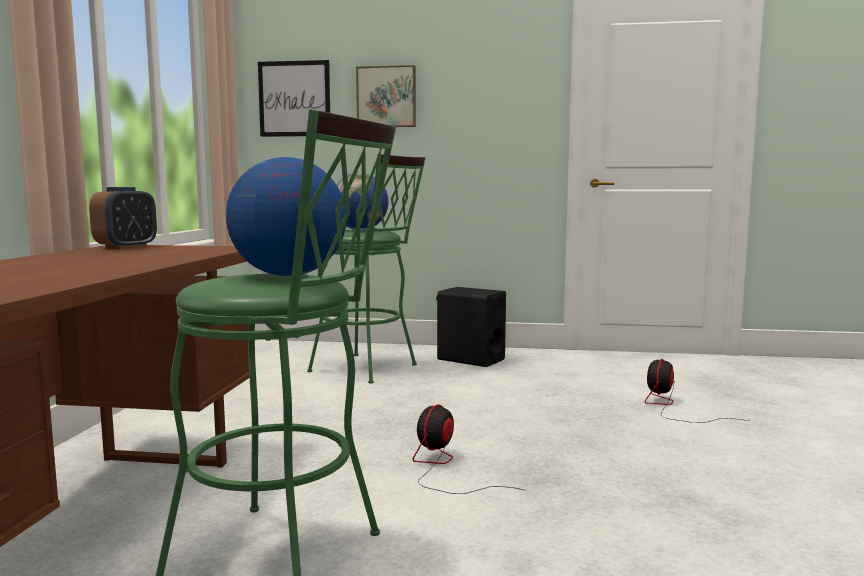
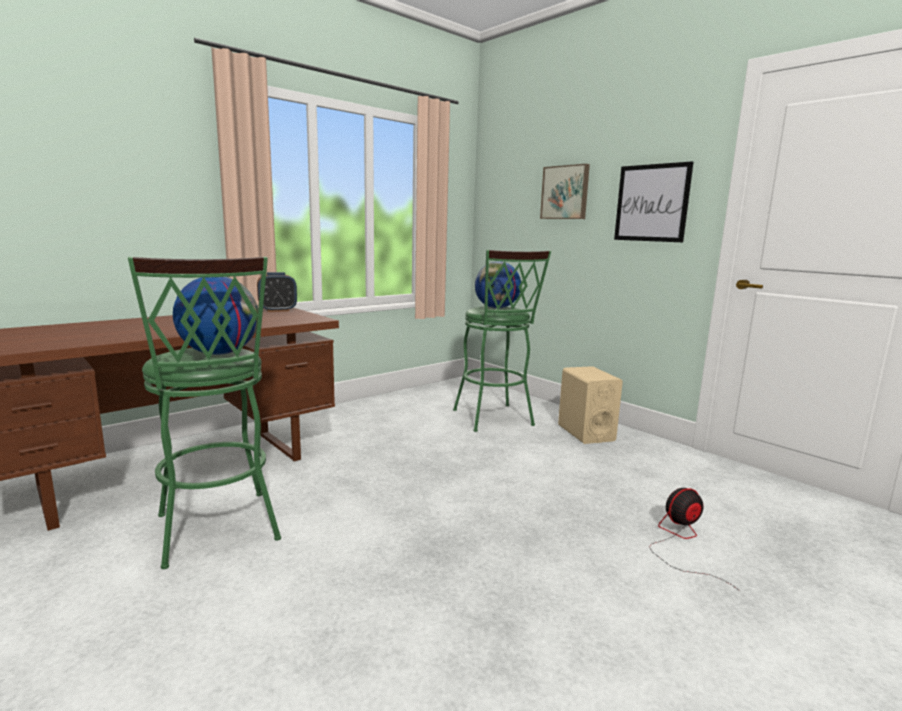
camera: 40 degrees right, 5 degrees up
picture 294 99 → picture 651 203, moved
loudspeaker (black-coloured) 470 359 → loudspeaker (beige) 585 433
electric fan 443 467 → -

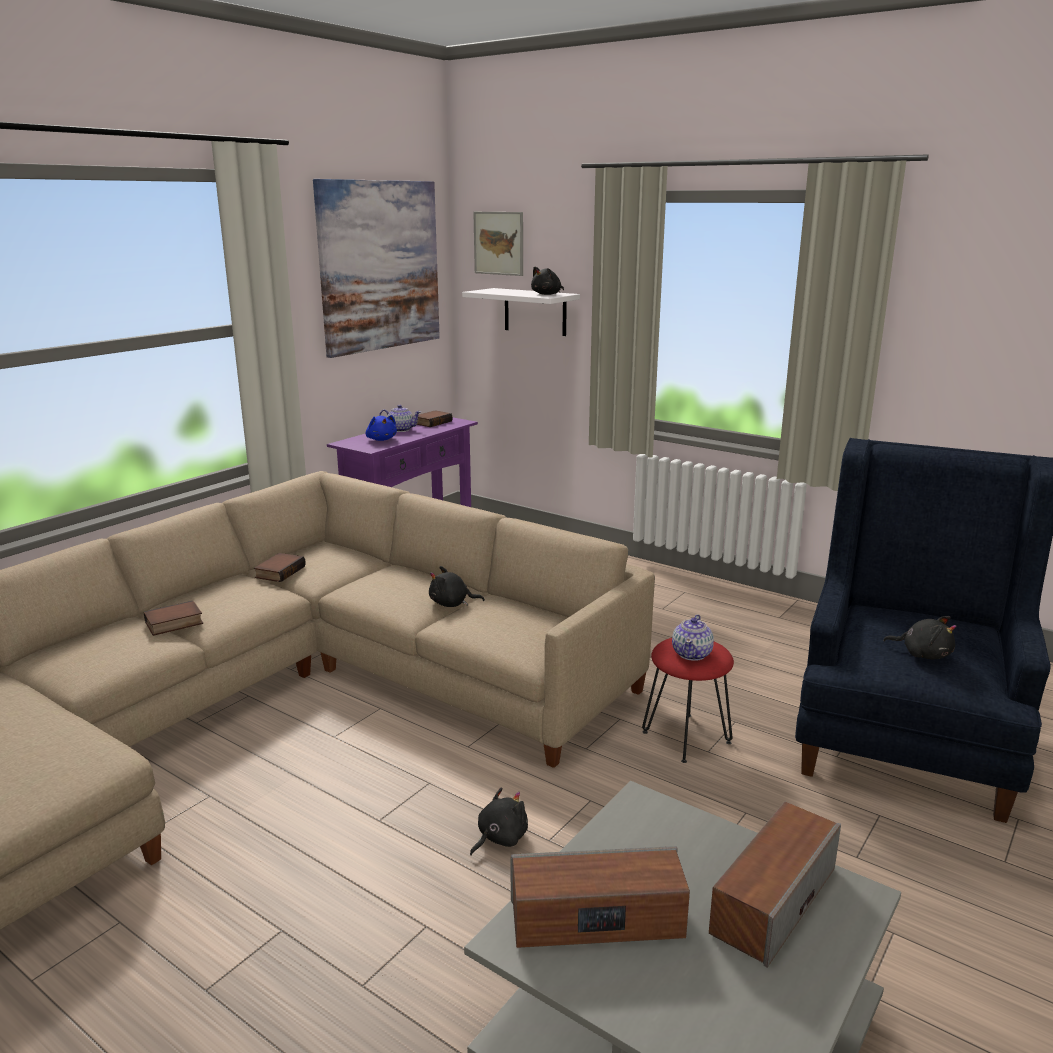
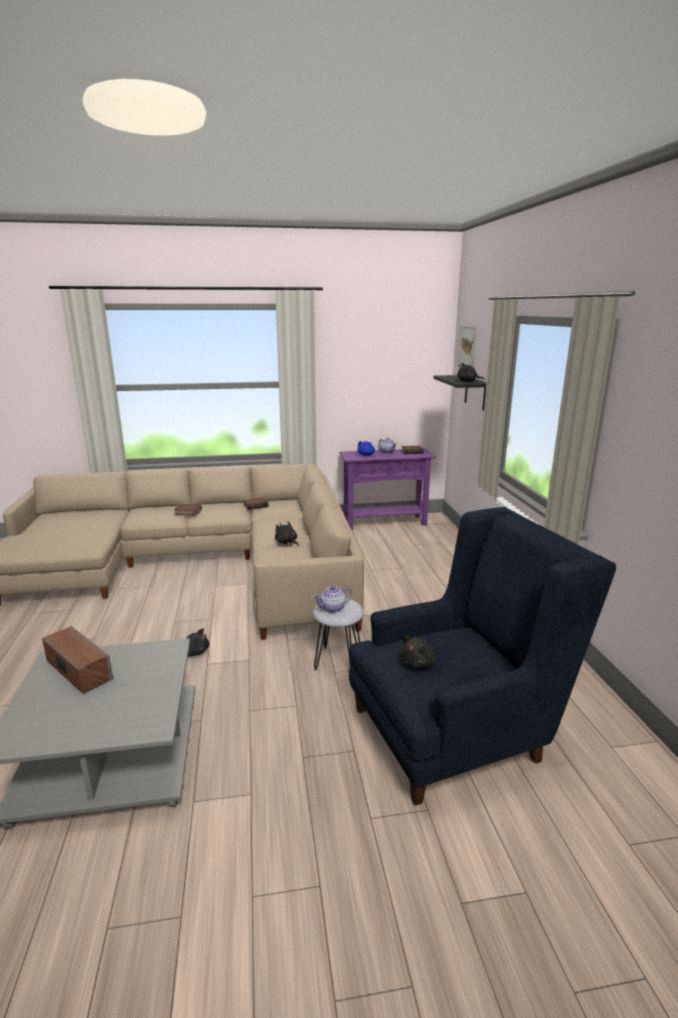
camera: 45 degrees right, 0 degrees up
picture 380 266 → -
wall shelf (white-coloured) 535 312 → wall shelf (black-coloured) 475 392
soft toy (black-coloured) 922 654 → soft toy (black-coloured) 419 663, 60 degrees clockwise
stool seat (red-coloured) 687 737 → stool seat (gray) 338 661
loudspeaker 773 900 → -

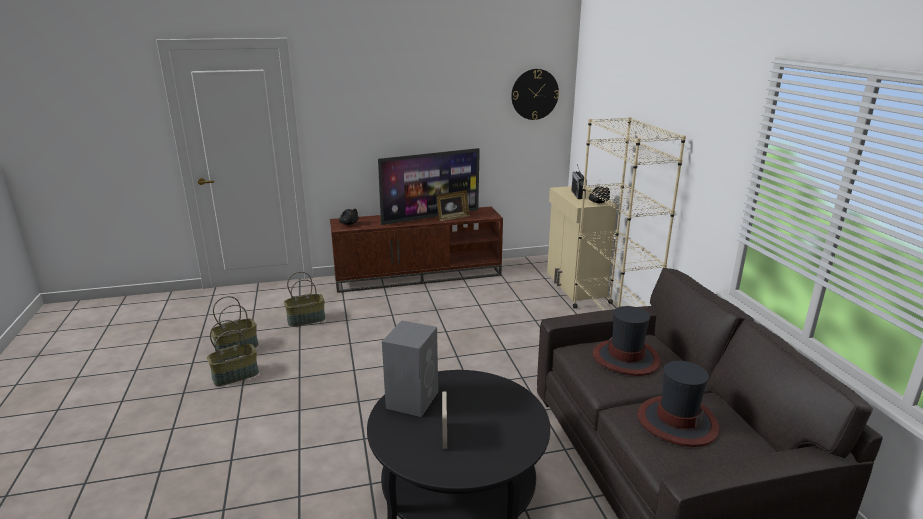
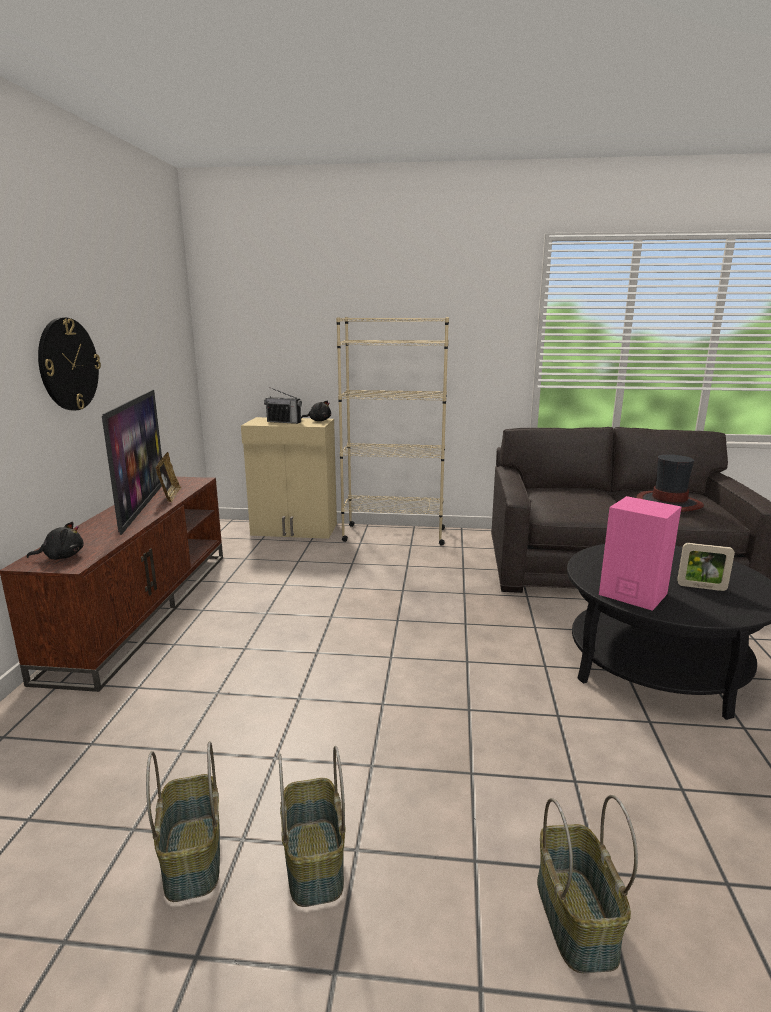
camera: 70 degrees left, 5 degrees down
wall clock 534 94 → wall clock 68 364, moved
basket 306 319 → basket 573 917, moved
wearable hat 626 358 → -
loudspeaker (gray) 413 399 → loudspeaker (pink-coloured) 631 593

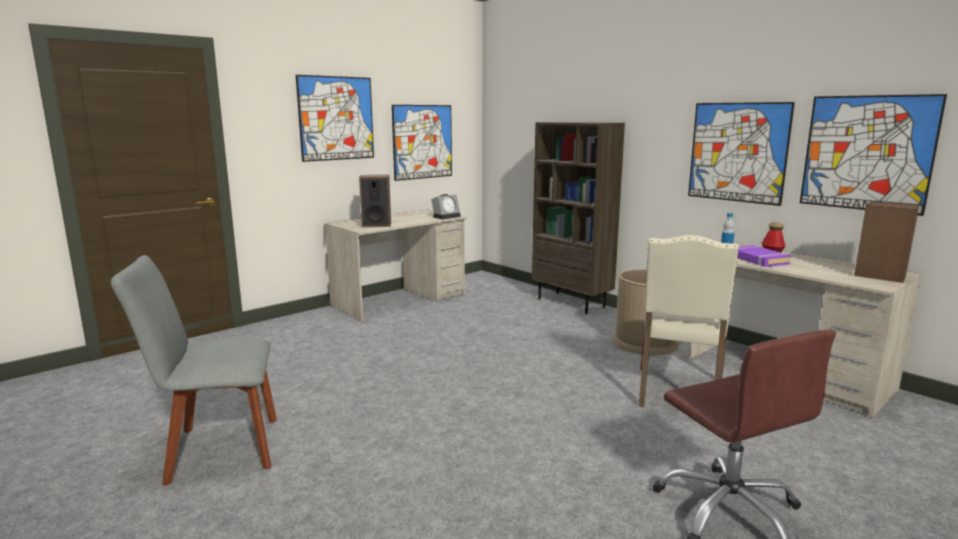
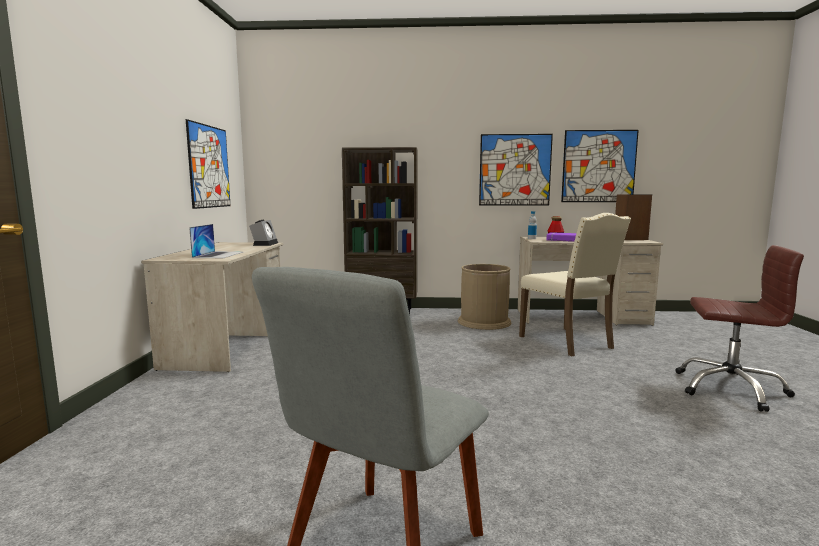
camera: 45 degrees left, 5 degrees down
picture 336 118 → -
loudspeaker 376 225 → laptop 218 255

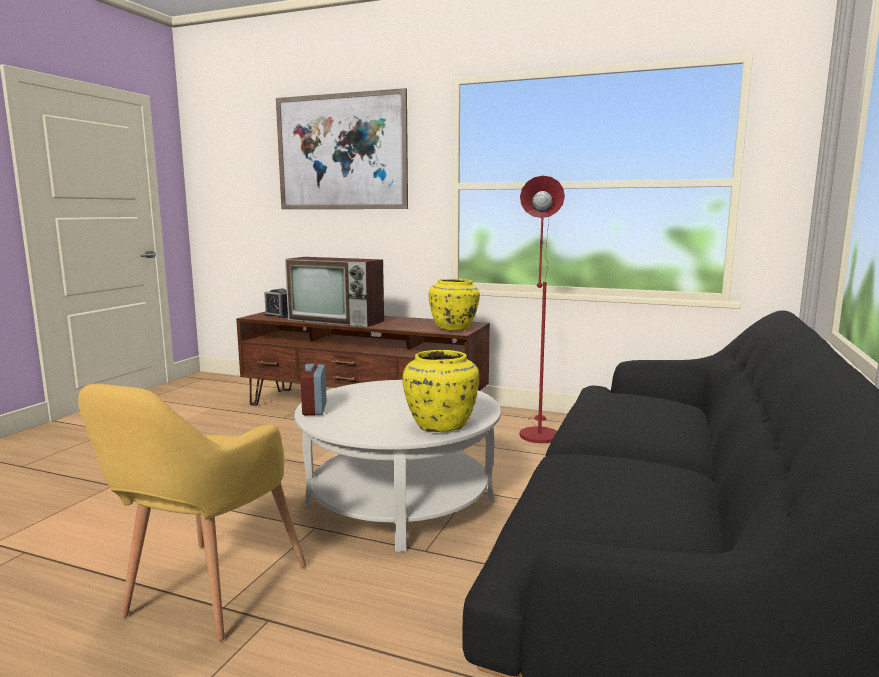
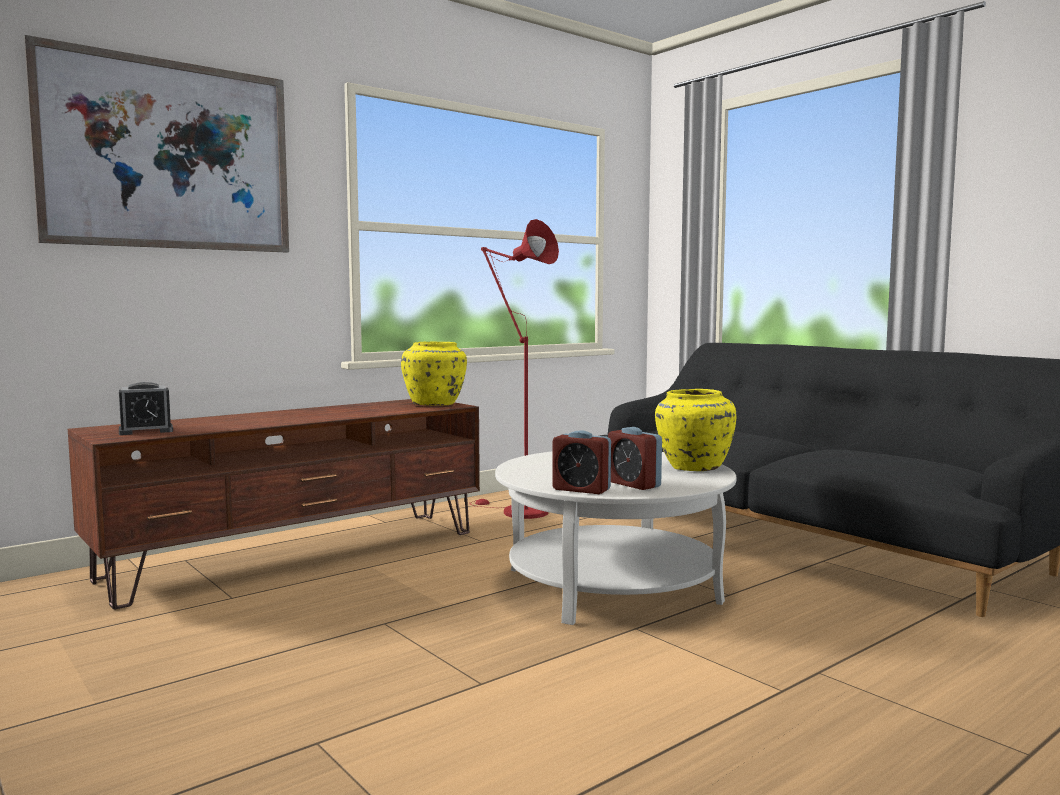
camera: 60 degrees left, 5 degrees down
TV set 337 320 → -
armchair (yellowish) 206 596 → -
- → table clock 633 484

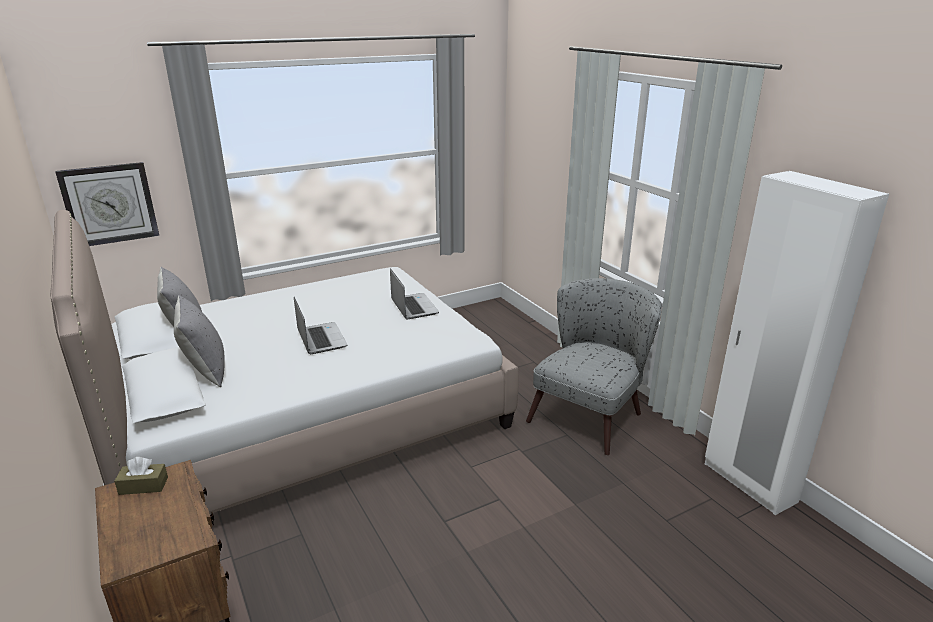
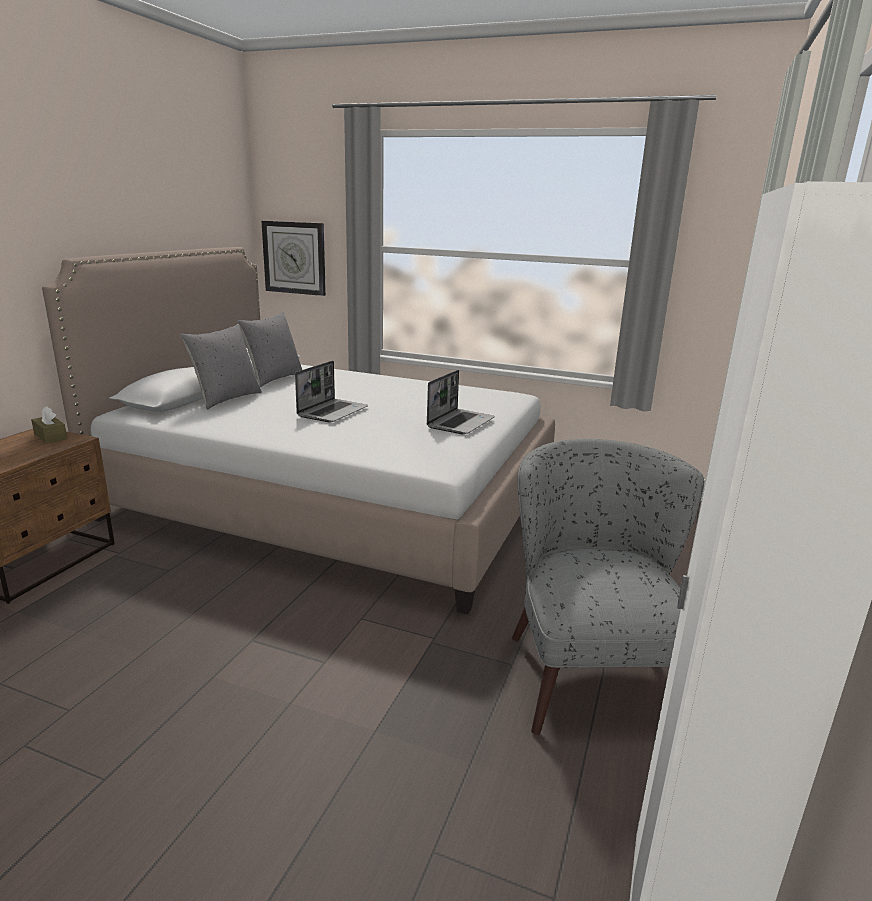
camera: 50 degrees right, 5 degrees down
armchair (gray) 591 413 → armchair (gray) 589 666, 90 degrees counterclockwise

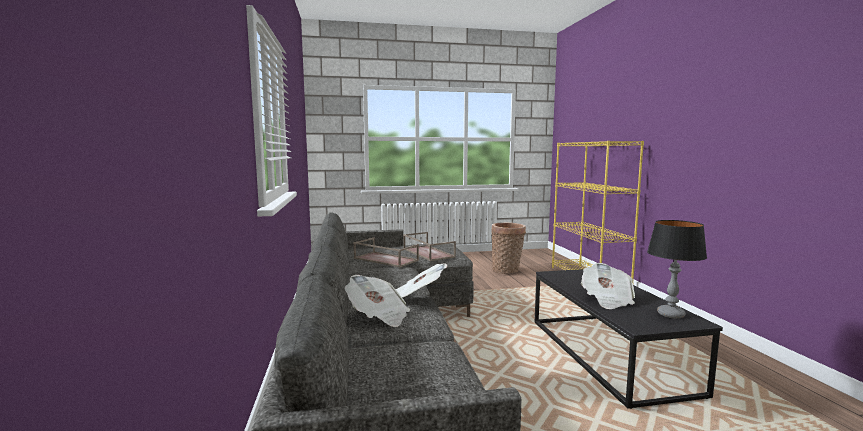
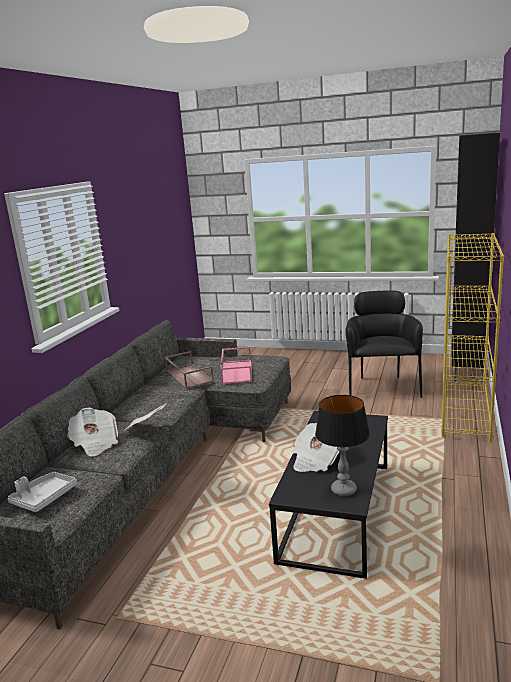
camera: 30 degrees right, 10 degrees up
basket 507 270 → armchair (black-coloured) 382 386
carrying tray (brownish) 427 253 → carrying tray (pink-coloured) 236 371
- → cupboard (black-coloured) 466 370
- → carrying tray (gray) 44 498

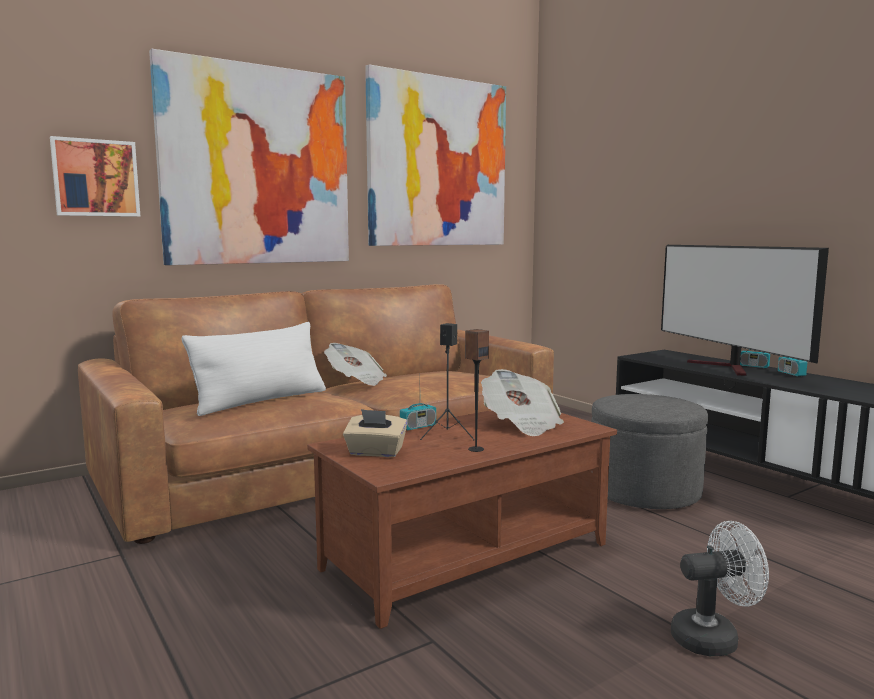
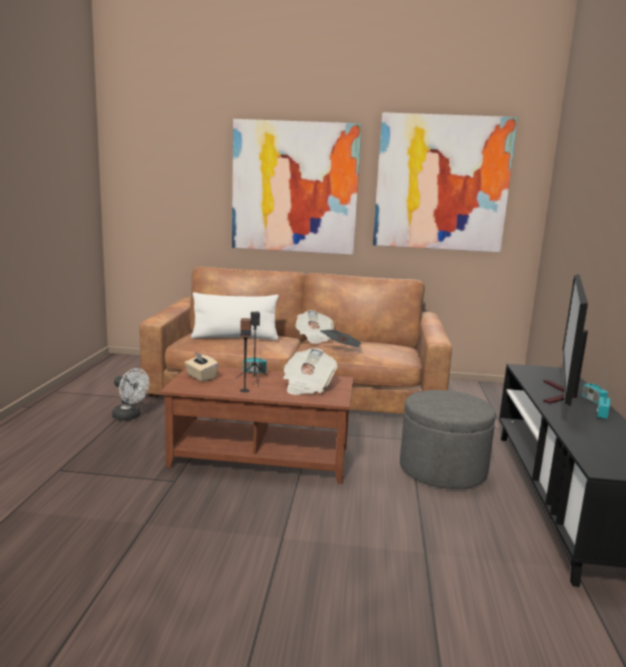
camera: 40 degrees right, 5 degrees up
picture 95 178 → -
electric fan (white-coloured) 713 638 → electric fan (white-coloured) 130 416, moved
- → printed paper 342 350

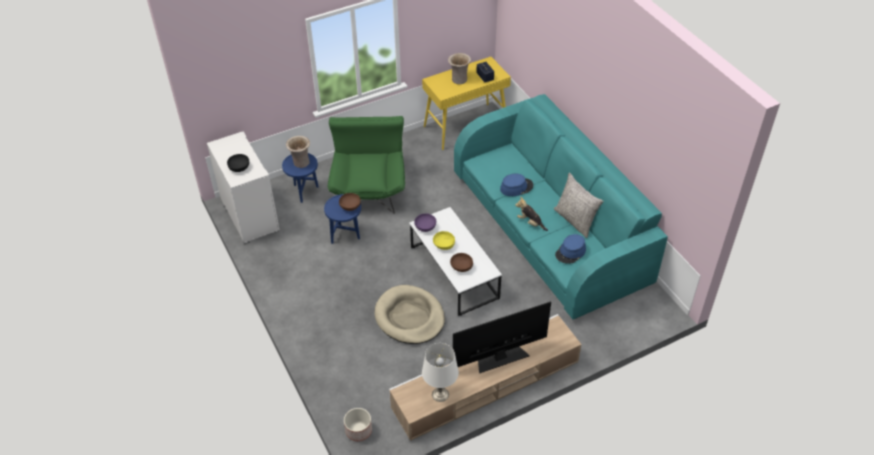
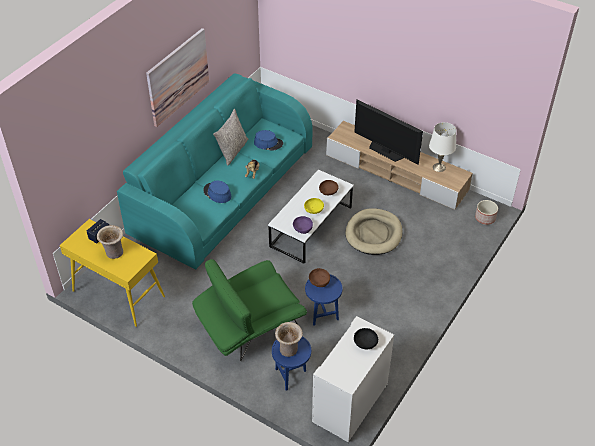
camera: 120 degrees left, 0 degrees up
- → picture 178 77

